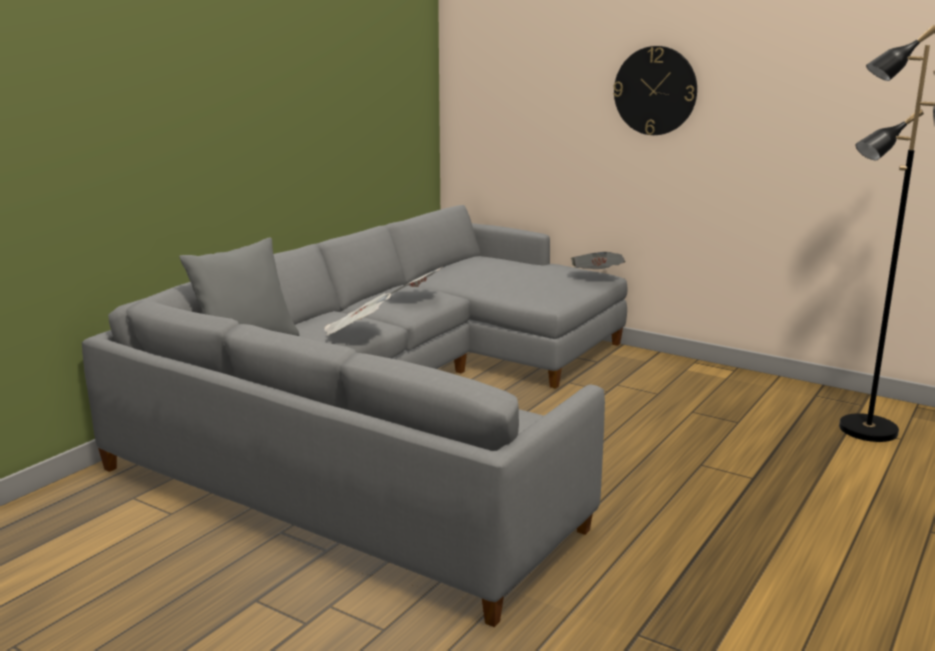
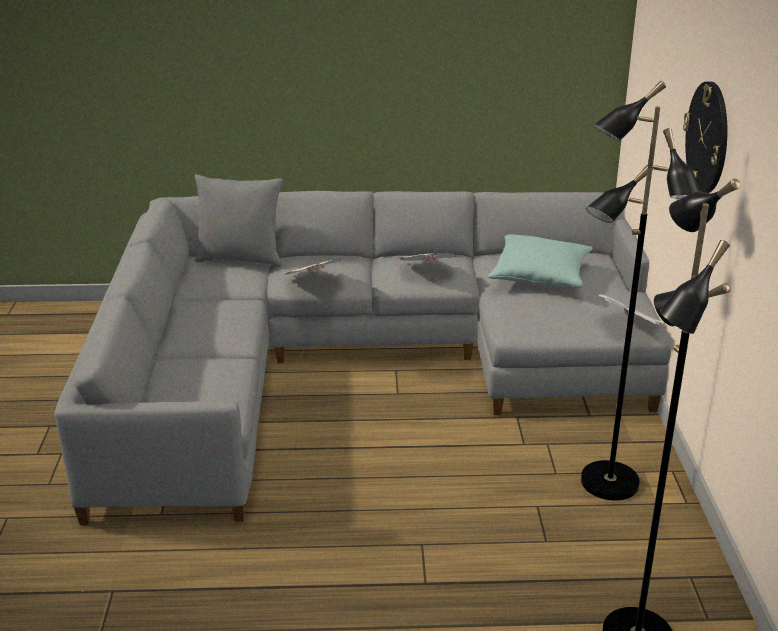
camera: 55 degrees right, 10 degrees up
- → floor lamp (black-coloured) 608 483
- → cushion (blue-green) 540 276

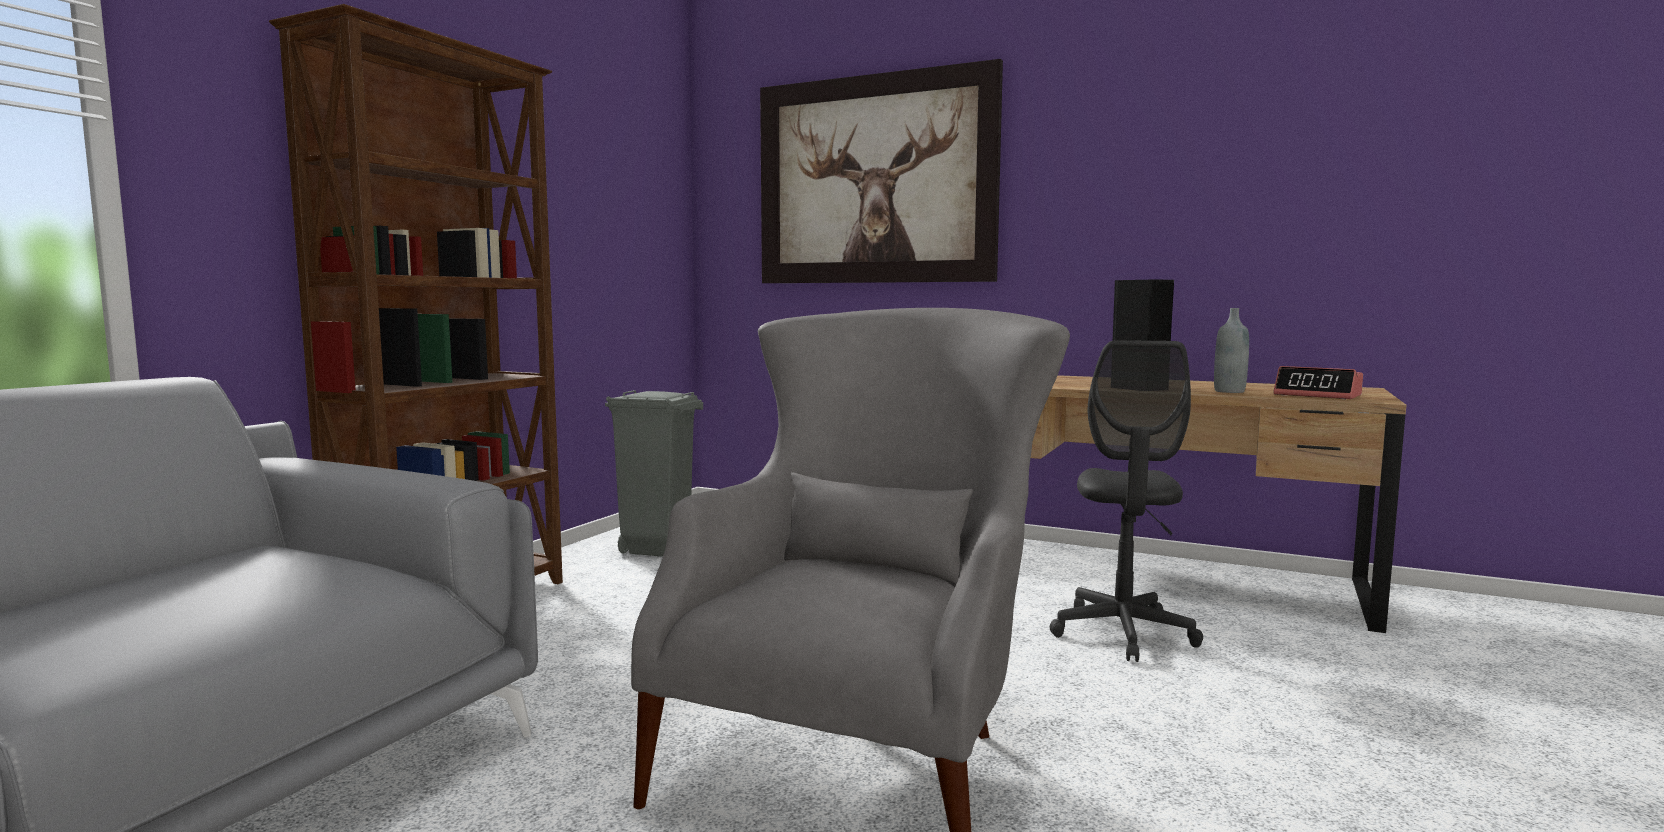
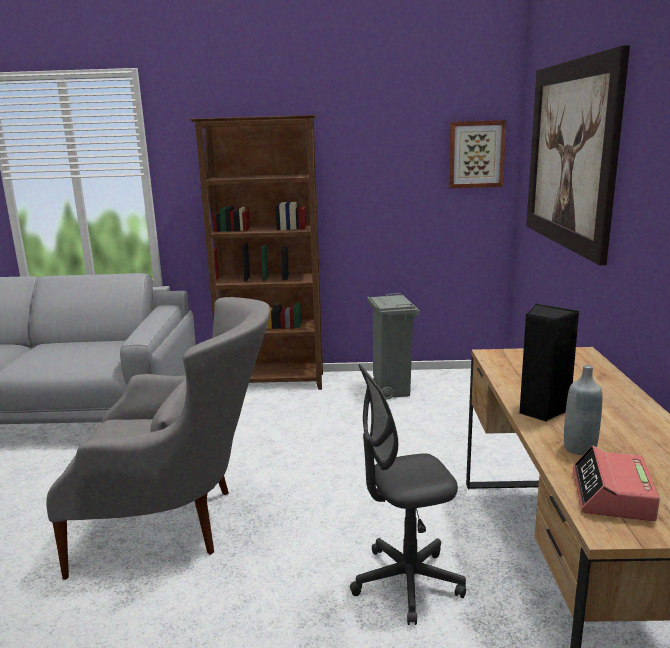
camera: 65 degrees right, 10 degrees up
- → picture 476 154

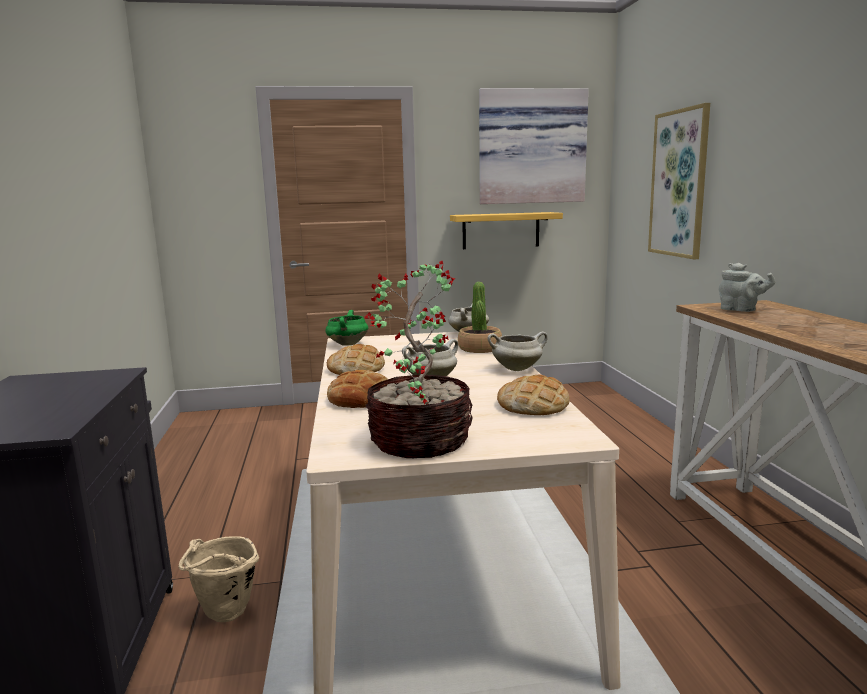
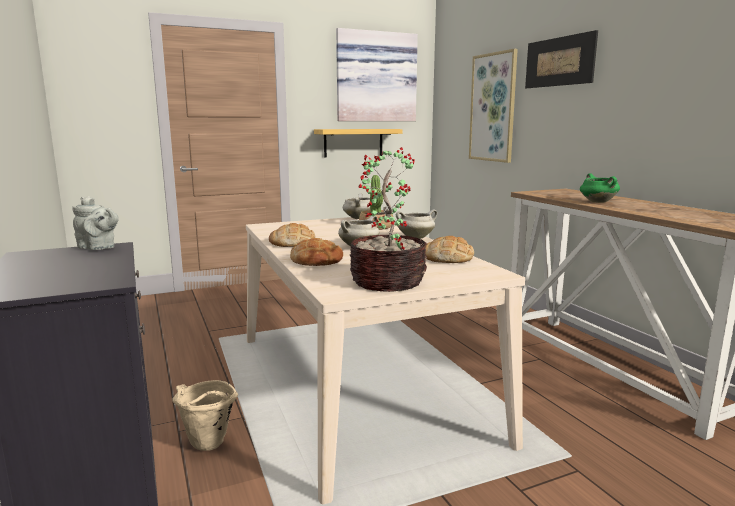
camera: 15 degrees left, 0 degrees up
tea pot (gray) 740 310 → tea pot (gray) 98 248, moved
saucepot (greenish) 347 344 → saucepot (greenish) 597 202, moved
- → picture 559 61

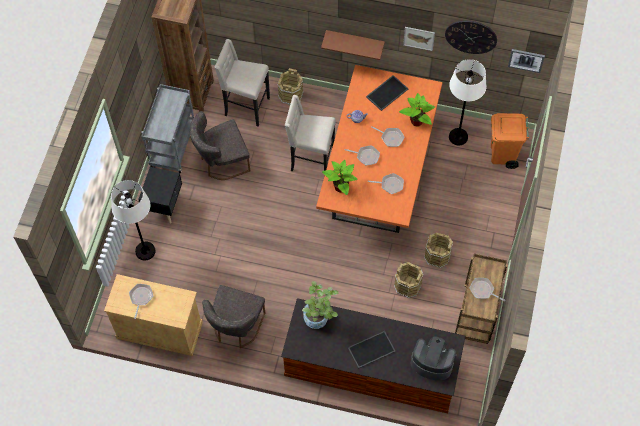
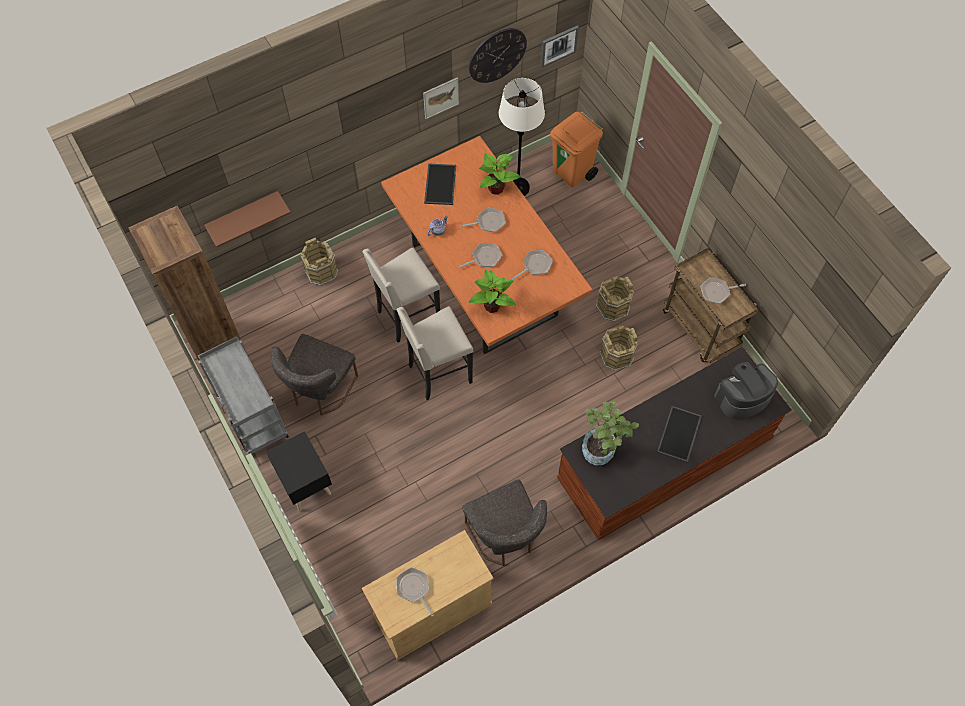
camera: 45 degrees left, 0 degrees up
wall shelf (brownish) 355 41 → wall shelf (brownish) 243 215, moved
stool seat (beige) 246 107 → stool seat (beige) 438 374, moved
floor lamp (white-coloured) 145 251 → -

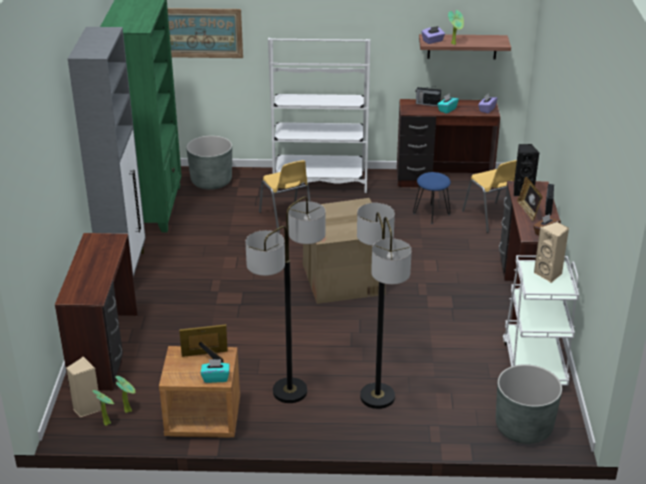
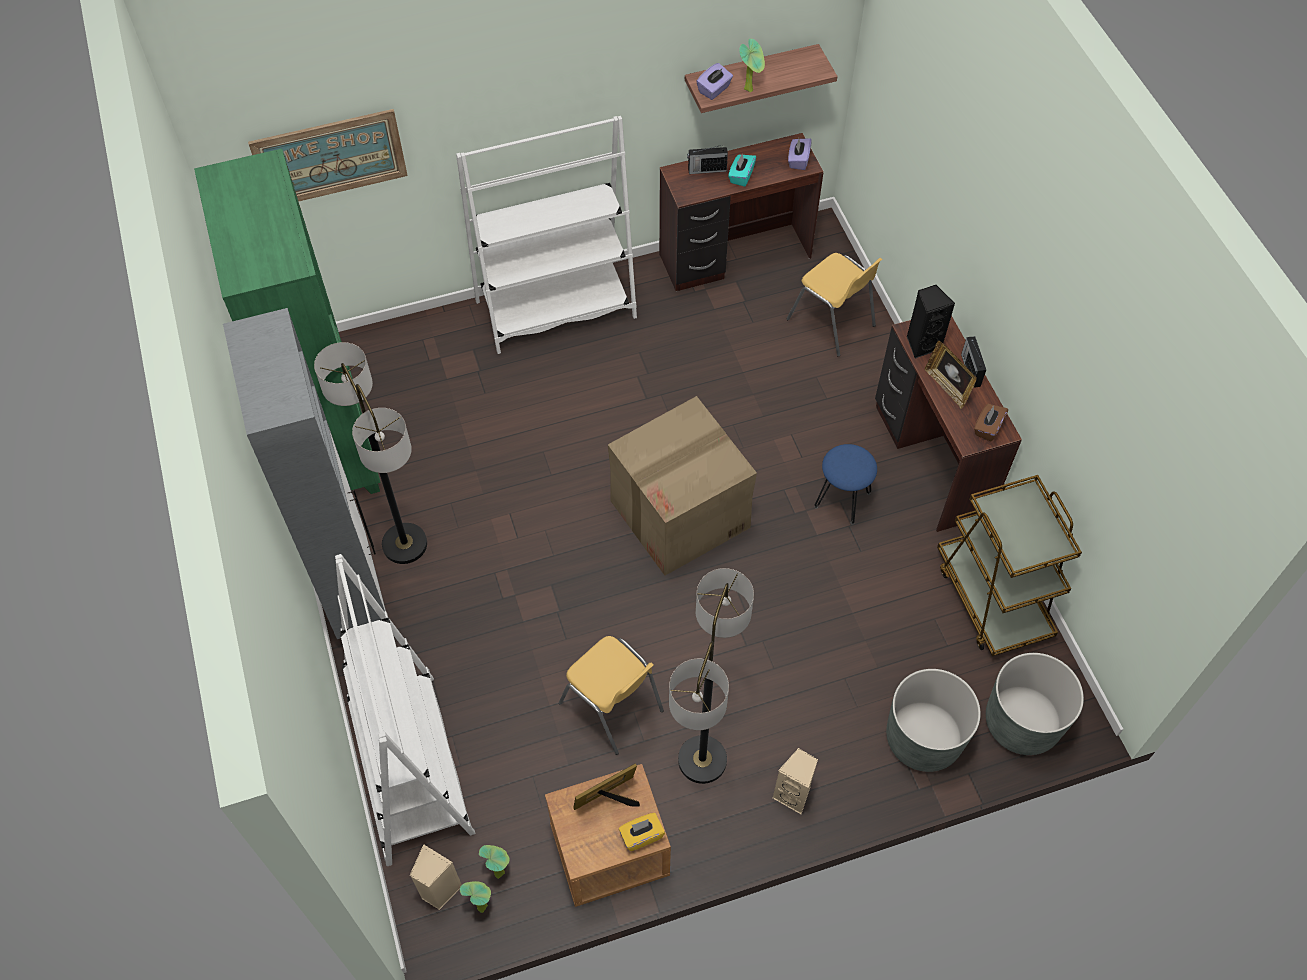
camera: 20 degrees left, 25 degrees up
planter (gray) 211 181 → planter (gray) 923 738, moved
plain chair (yellowish) 286 219 → plain chair (yellowish) 612 707, moved
stool seat (blue) 431 214 → stool seat (blue) 842 500, moved
floor lamp 377 397 → floor lamp 405 544, moved
loudspeaker (beige) 549 274 → loudspeaker (beige) 793 794, moved
desk unit (brownish) 106 350 → shelving unit (white-coloured) 411 768
cart (white-coloured) 534 362 → cart (brownish) 992 598
tissue holder (blue-green) 215 378 → tissue holder (yellowish) 641 836

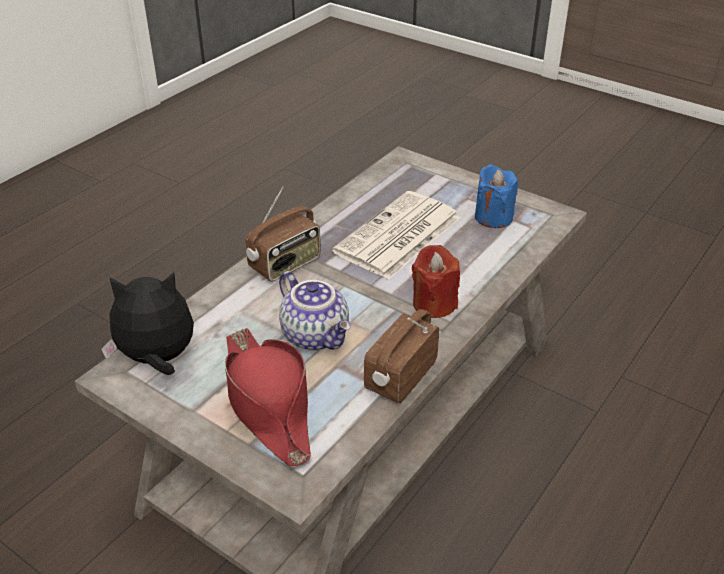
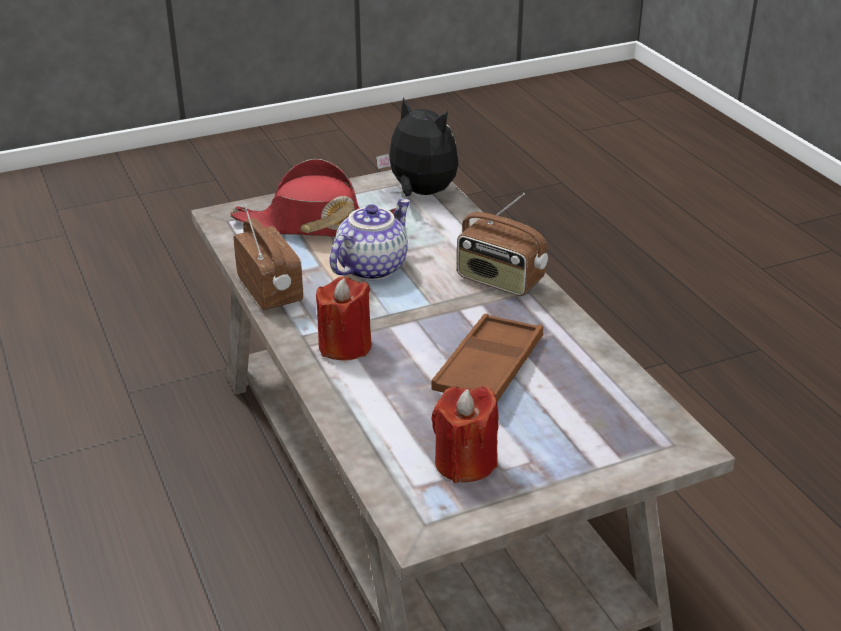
camera: 120 degrees right, 5 degrees down
wax light (blue) 493 217 → wax light (red-coloured) 465 463
radio set 285 265 → radio set 499 281, 45 degrees counterclockwise
printed paper 398 236 → carrying tray (brownish) 489 368
tea pot 317 335 → tea pot 371 267, 135 degrees clockwise
soft toy 157 359 → soft toy 420 193, 75 degrees counterclockwise

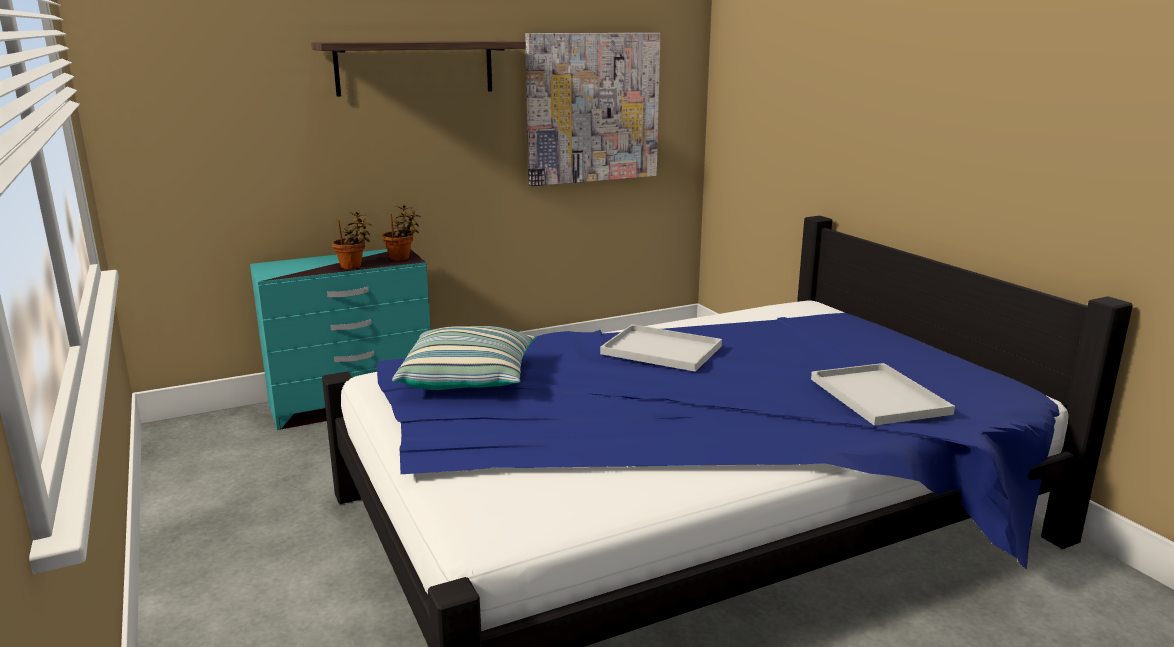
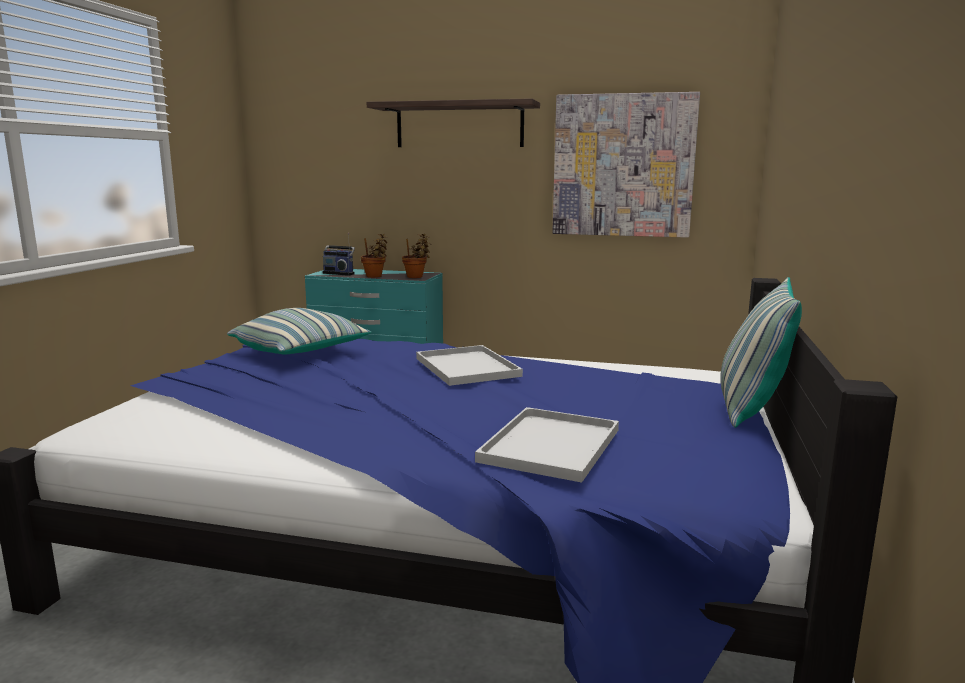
camera: 40 degrees right, 5 degrees down
- → radio set 339 273
- → cushion 750 409

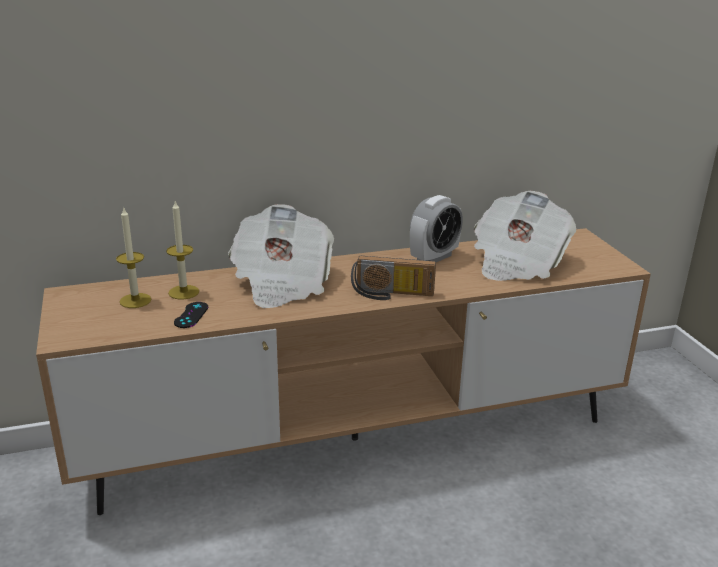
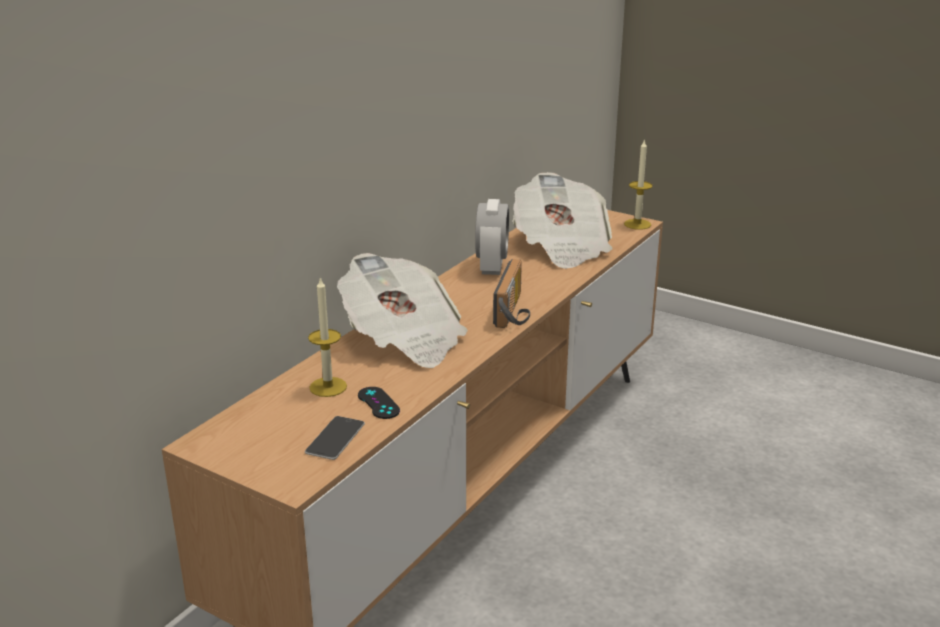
camera: 40 degrees left, 0 degrees up
wax light 135 300 → wax light 637 224, moved
radio set 391 294 → radio set 515 311, 45 degrees counterclockwise
- → handset 335 438

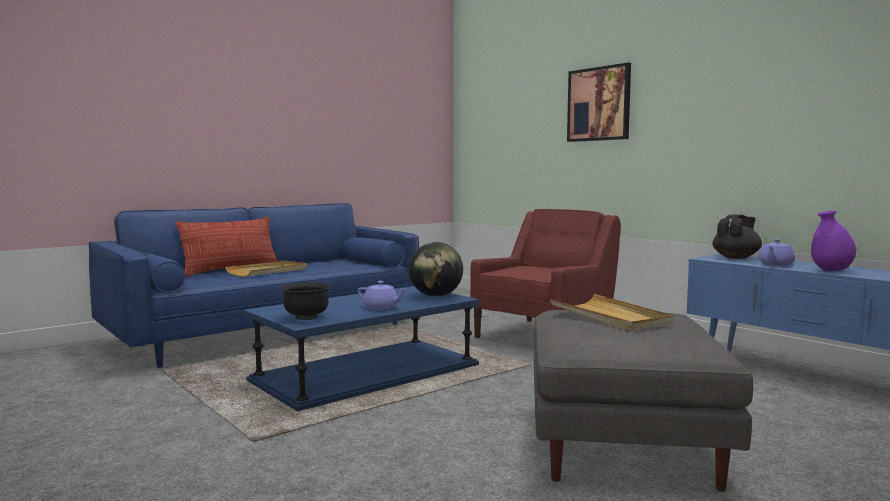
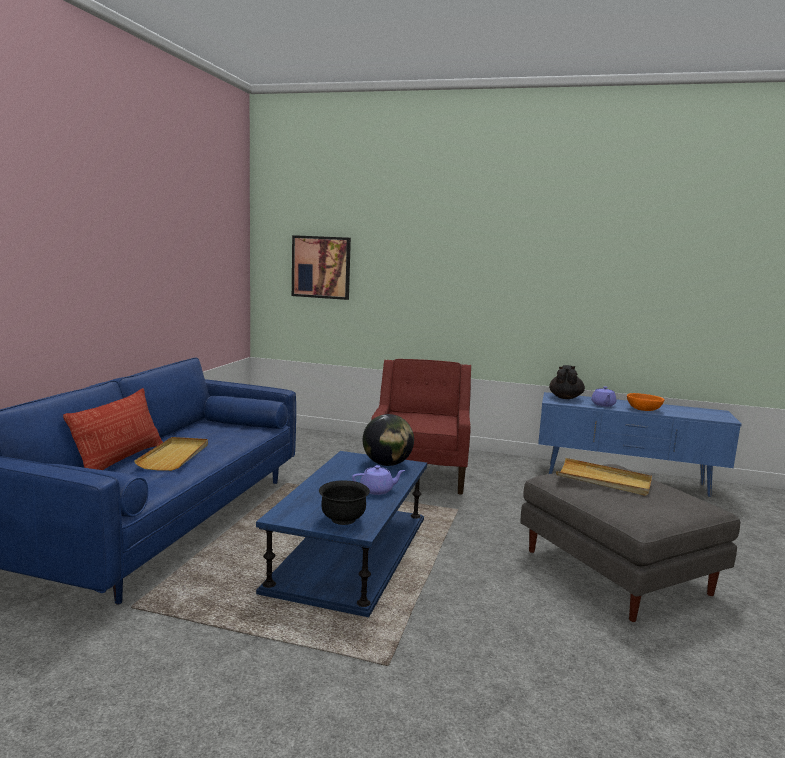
camera: 35 degrees left, 5 degrees up
picture 599 104 → picture 321 267, moved
flower vase (purple) 831 270 → deep dish (orange-coloured) 643 409

